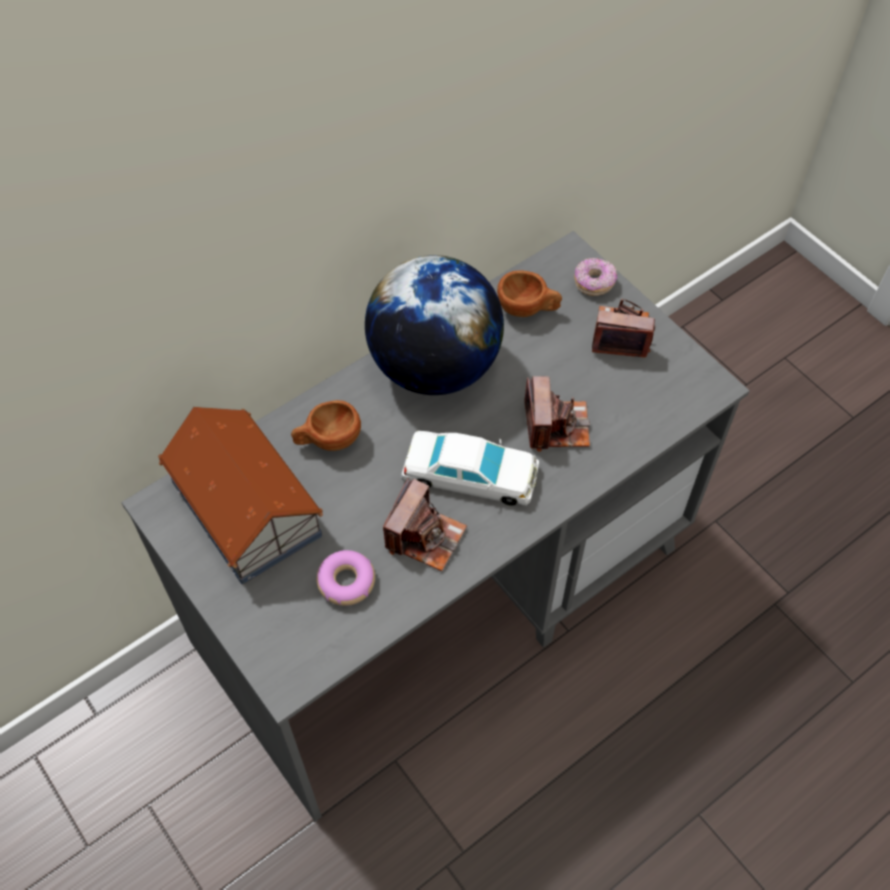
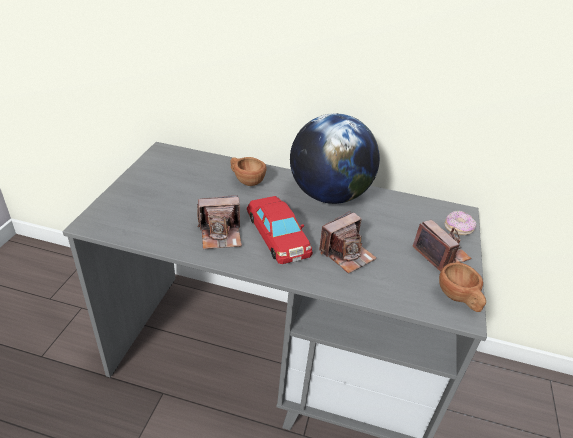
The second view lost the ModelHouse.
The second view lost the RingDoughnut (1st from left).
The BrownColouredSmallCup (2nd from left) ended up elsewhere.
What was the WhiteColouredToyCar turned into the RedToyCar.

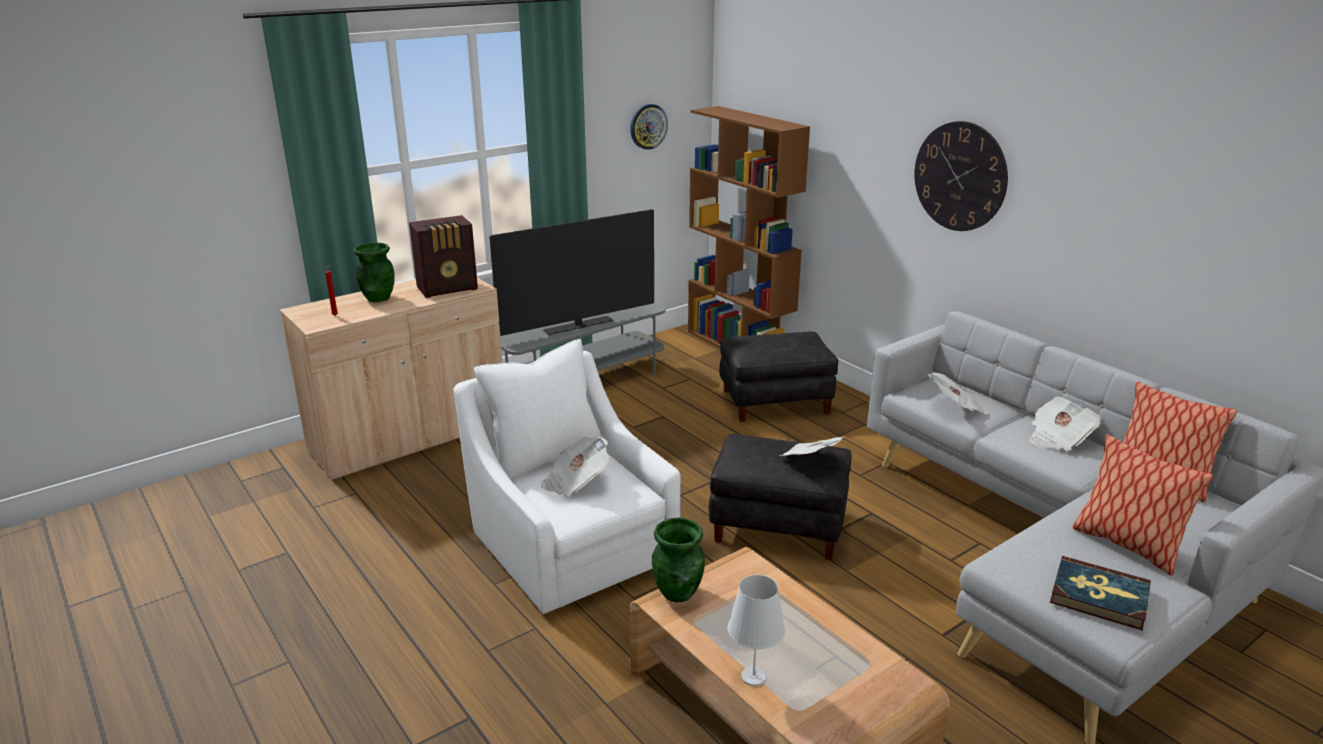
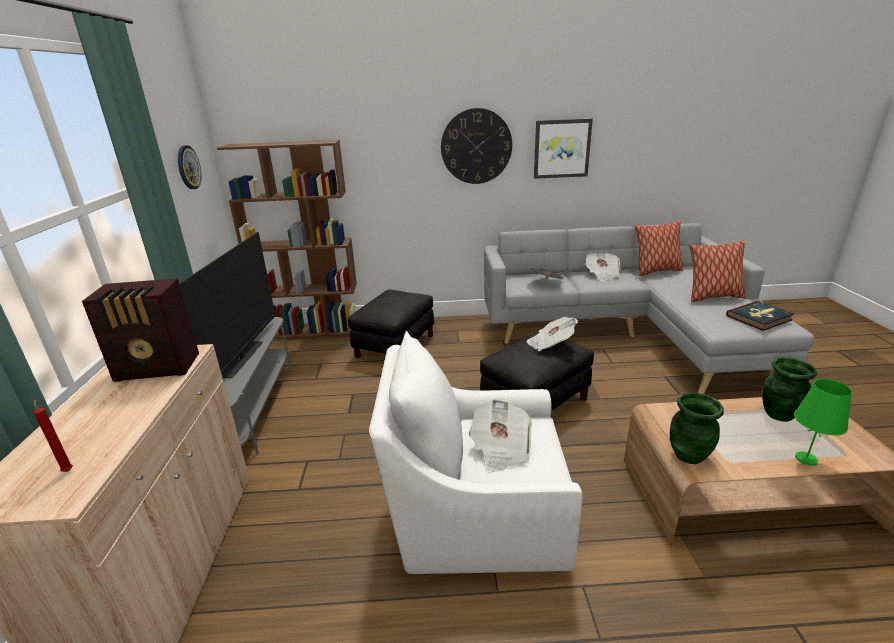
The second view gained the WallArt.
The GreenColouredVase (1st from left in the first image) ended up elsewhere.
What was the WhiteColouredLampForATable turned into the GreenColouredLampForATable.
The RadioSet ended up facing another way, 75 degrees clockwise from before.

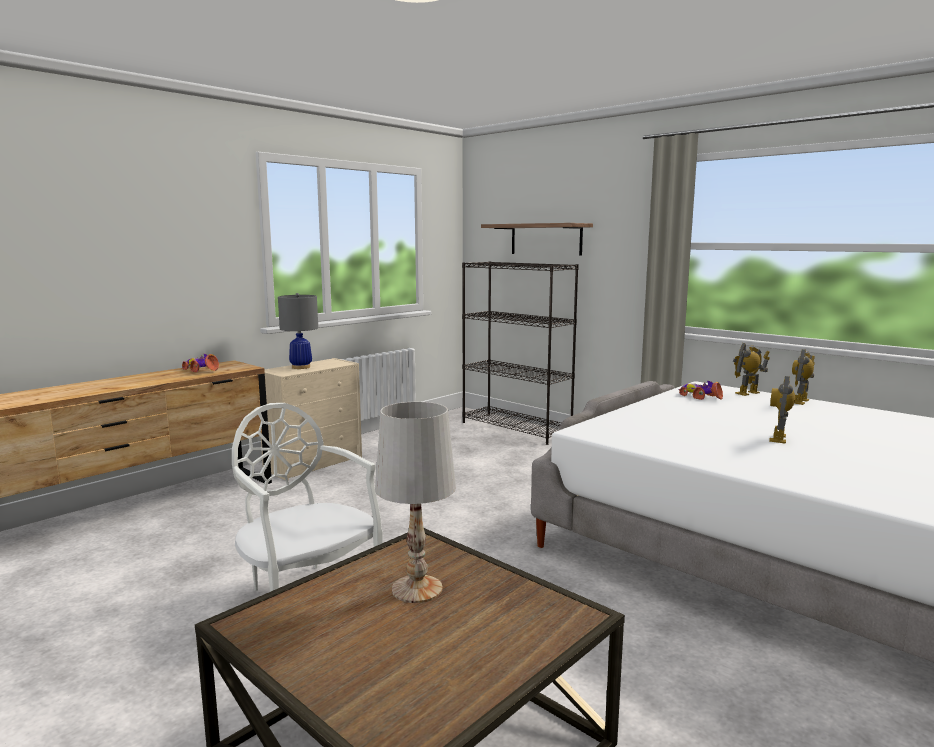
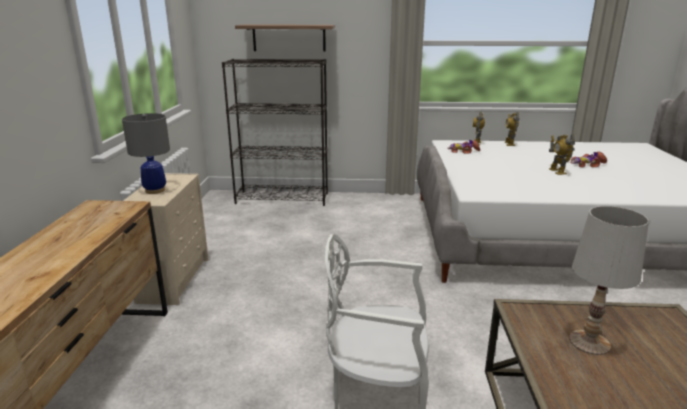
The ToyCar (1st from left in the first image) ended up elsewhere.

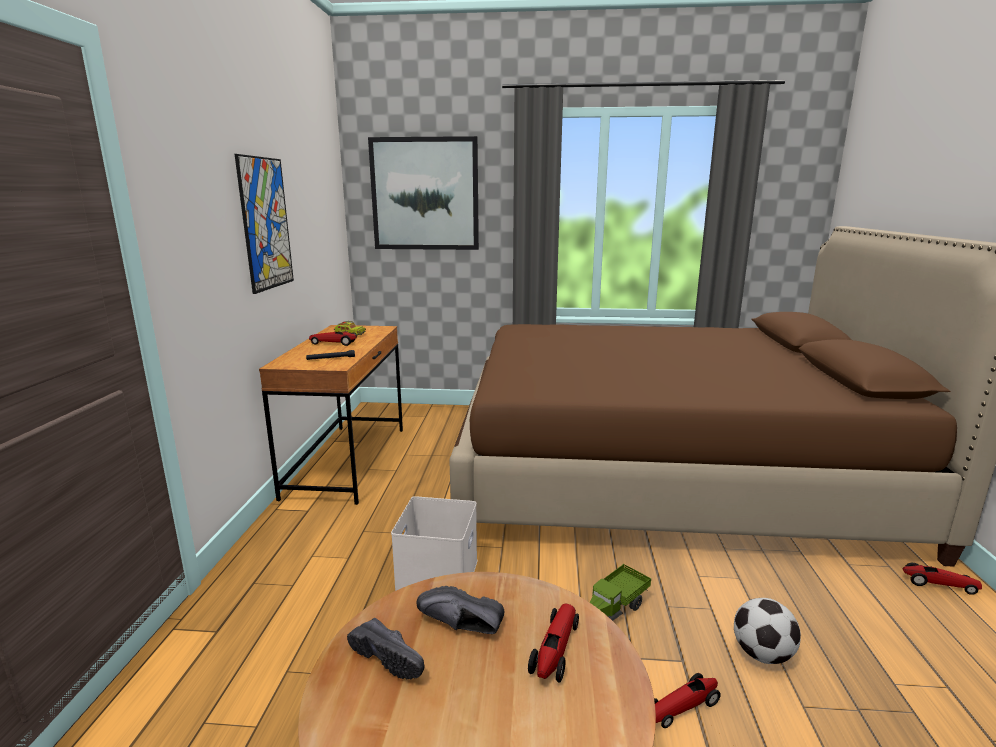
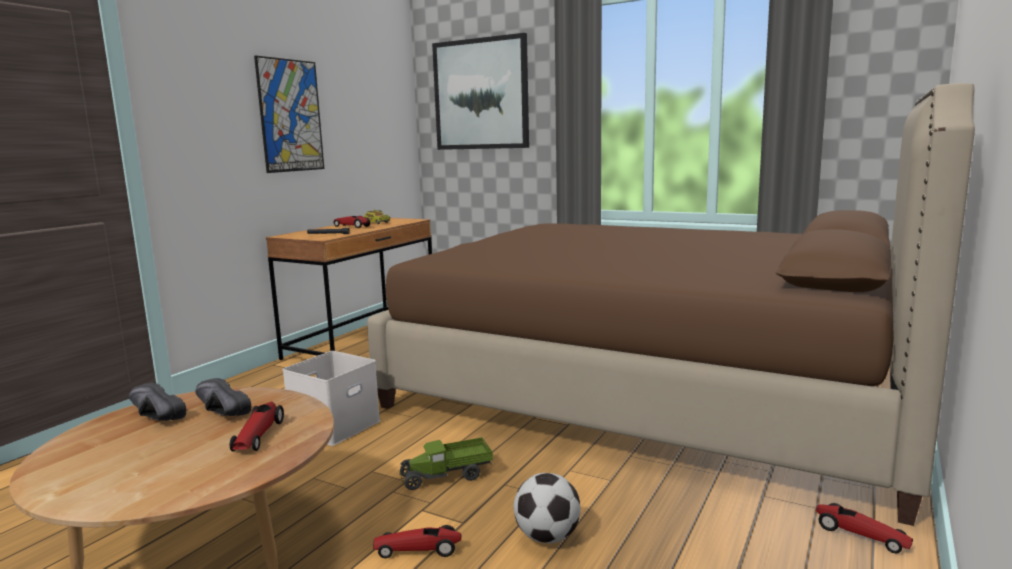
The BlackLowShoe (1st from left) ended up facing another way, 150 degrees clockwise from before.
The ToyCar (2nd from left in the first image) ended up facing another way, 135 degrees clockwise from before.

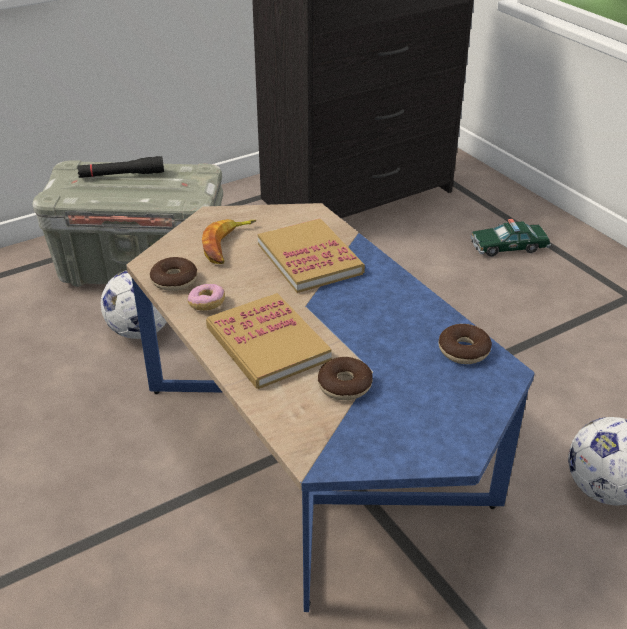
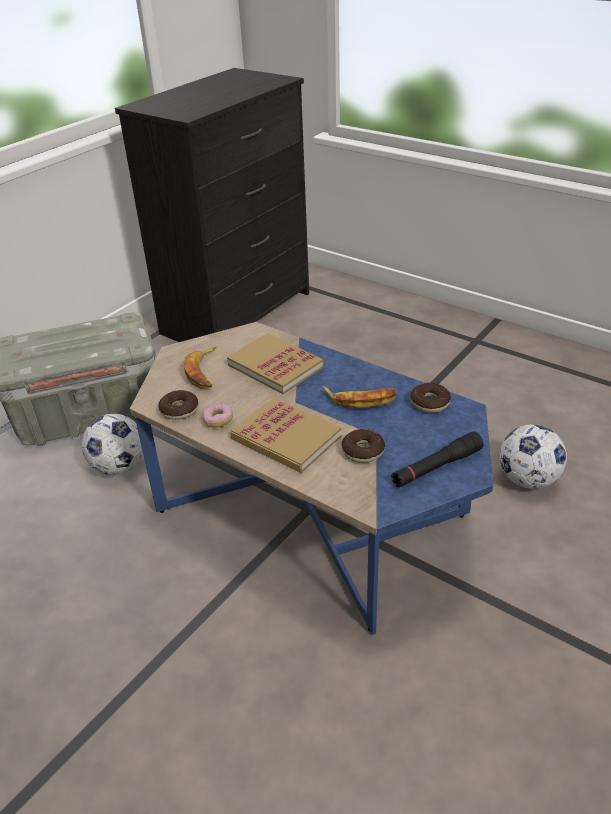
The second view lost the ToyCar.
The second view gained the Banana (2nd from left).
The BlackHandTorch ended up elsewhere.

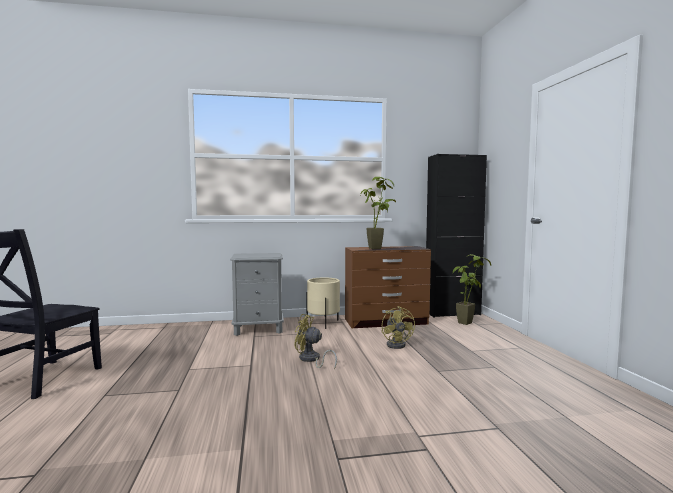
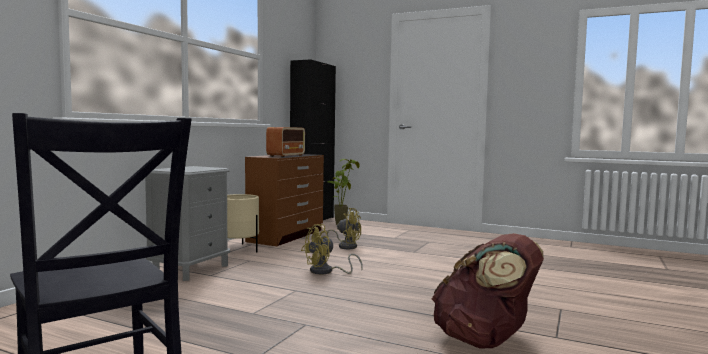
The second view gained the BrownColouredRucksack.
Where the PottedPlant (1st from left) stood, the RadioSet came to stand.

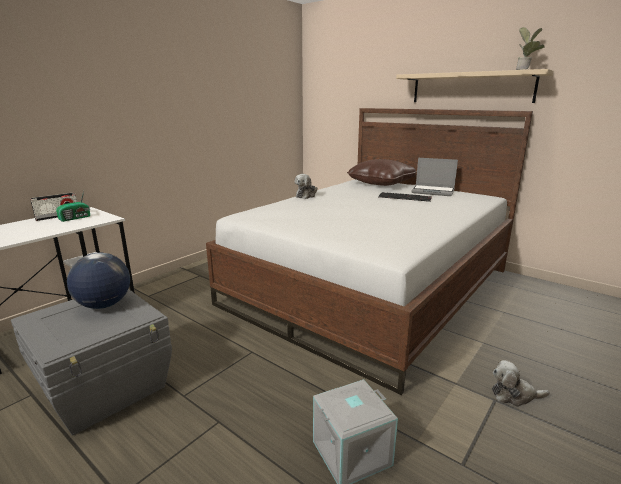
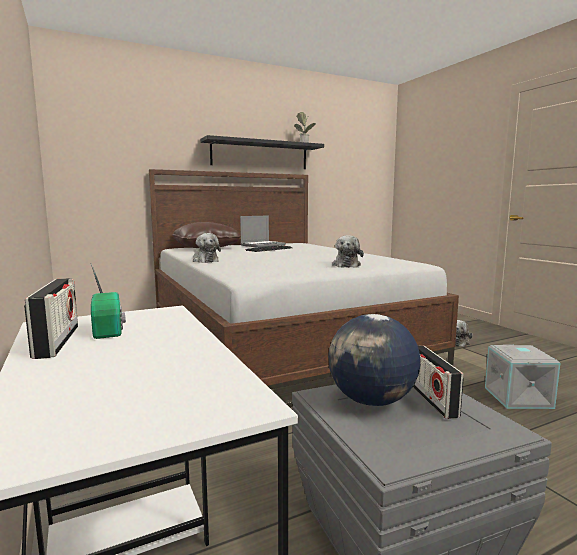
The second view gained the PlushToy (2nd from left).
The second view gained the RadioSet (3rd from left).
What was the BeigeColouredShelf turned into the BlackShelf.

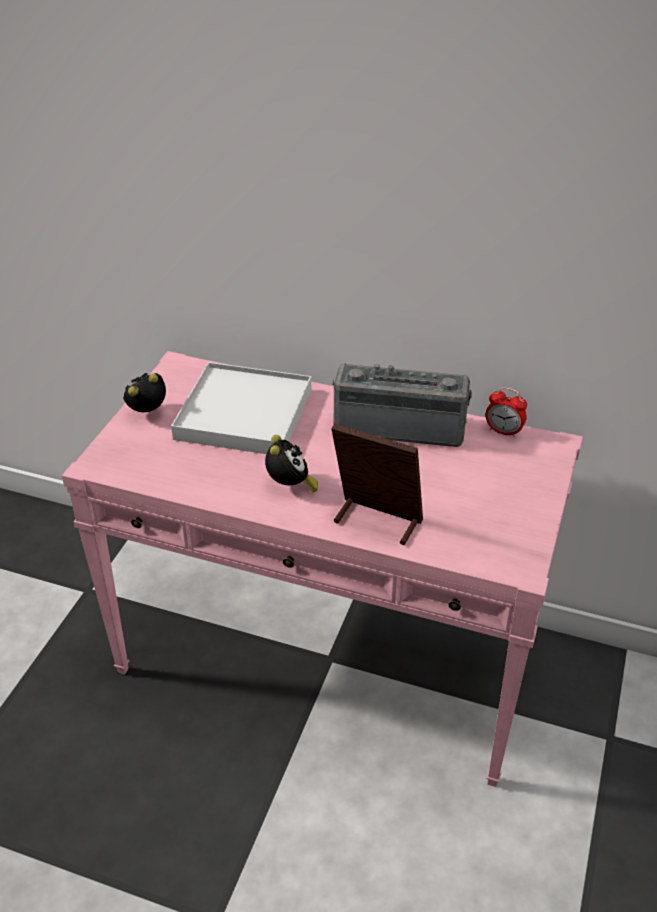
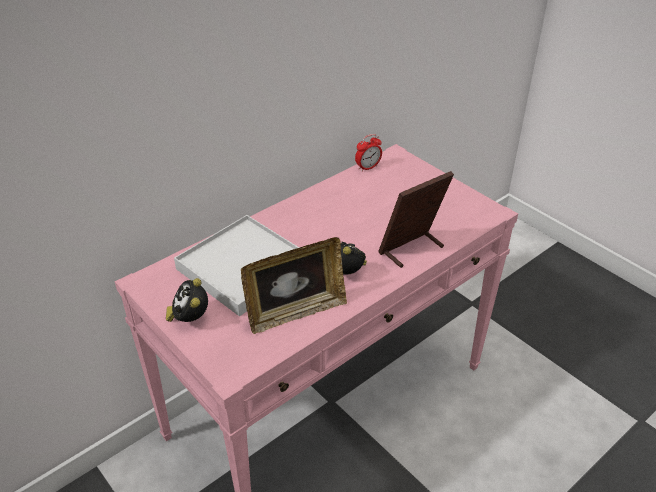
The second view lost the RadioSet.
The second view gained the StandingFrame (1st from left).

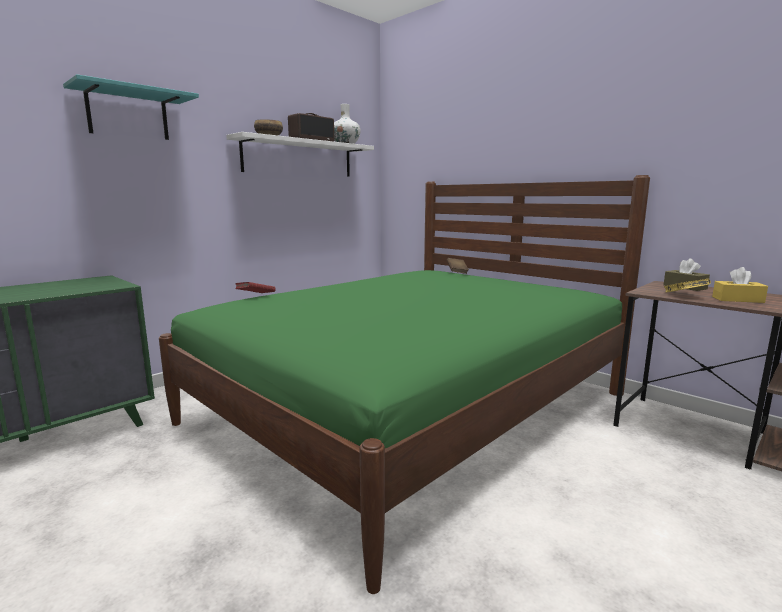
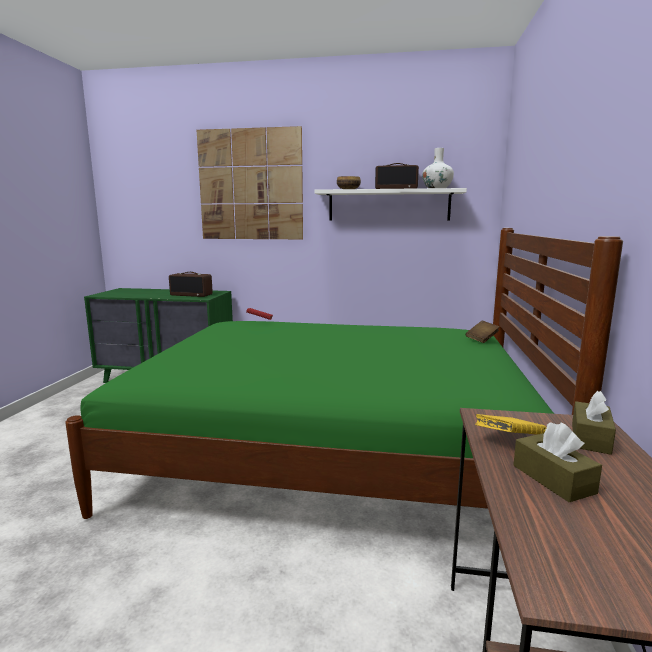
The second view gained the RadioSet (1st from left).
Where the TurquoiseColouredShelf hung, the WallArt came to hang.
What was the YellowBoxOfTissues turned into the BrownColouredBoxOfTissues (1st from left).

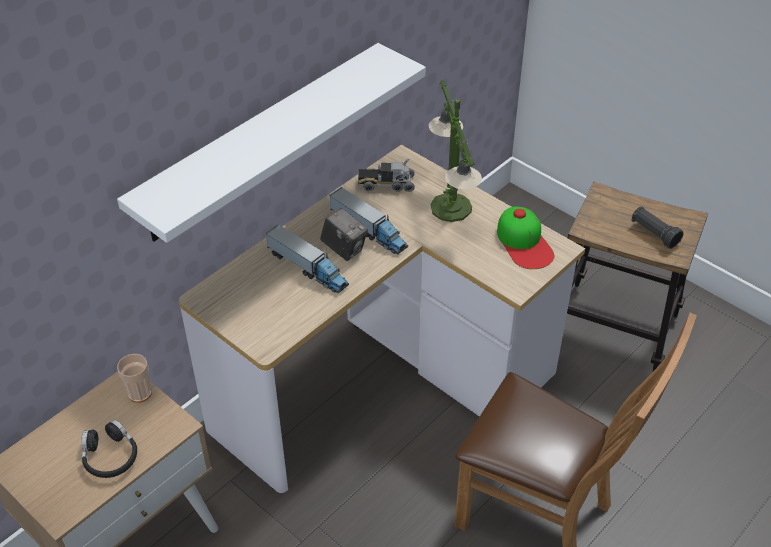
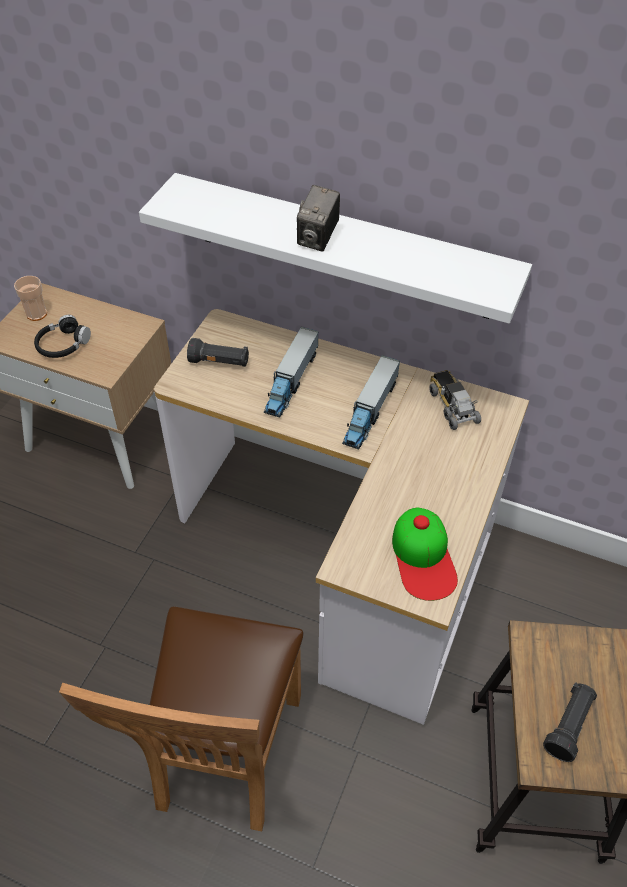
The second view lost the LampForATable.
The second view gained the BlackHandTorch (1st from left).
The SmallCup ended up elsewhere.
The PhotoCamera ended up elsewhere.
The Cap ended up facing another way, 60 degrees counterclockwise from before.

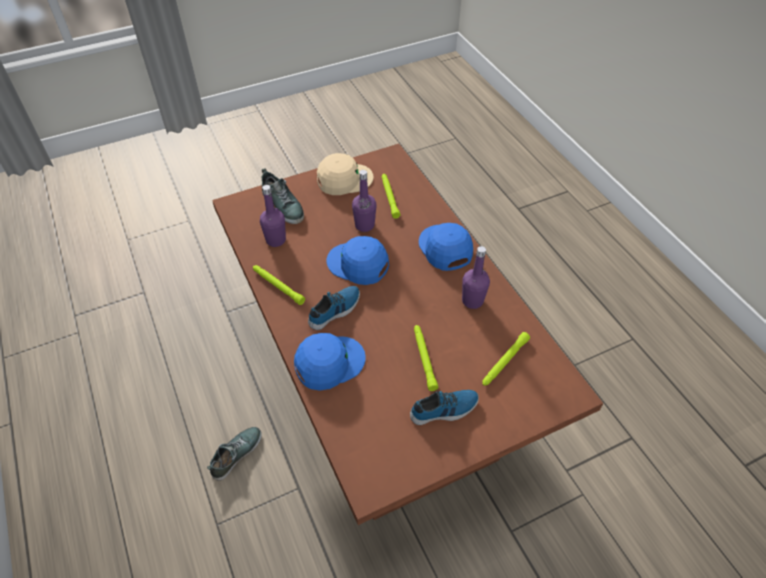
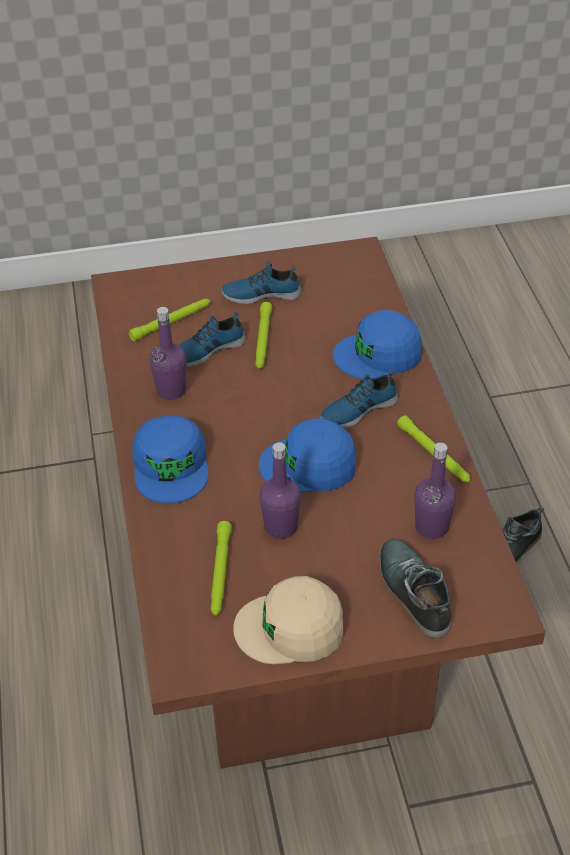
The second view gained the LowShoe (1st from left).
The BluishCap (2nd from left) ended up facing another way, 135 degrees clockwise from before.

